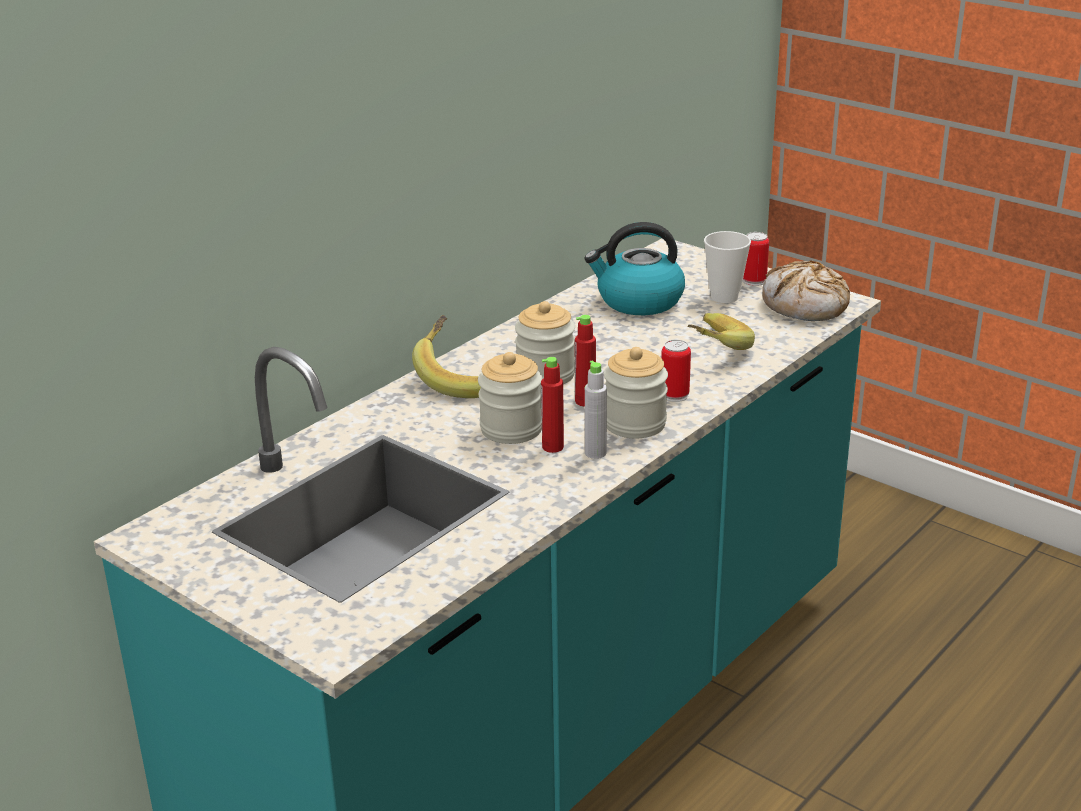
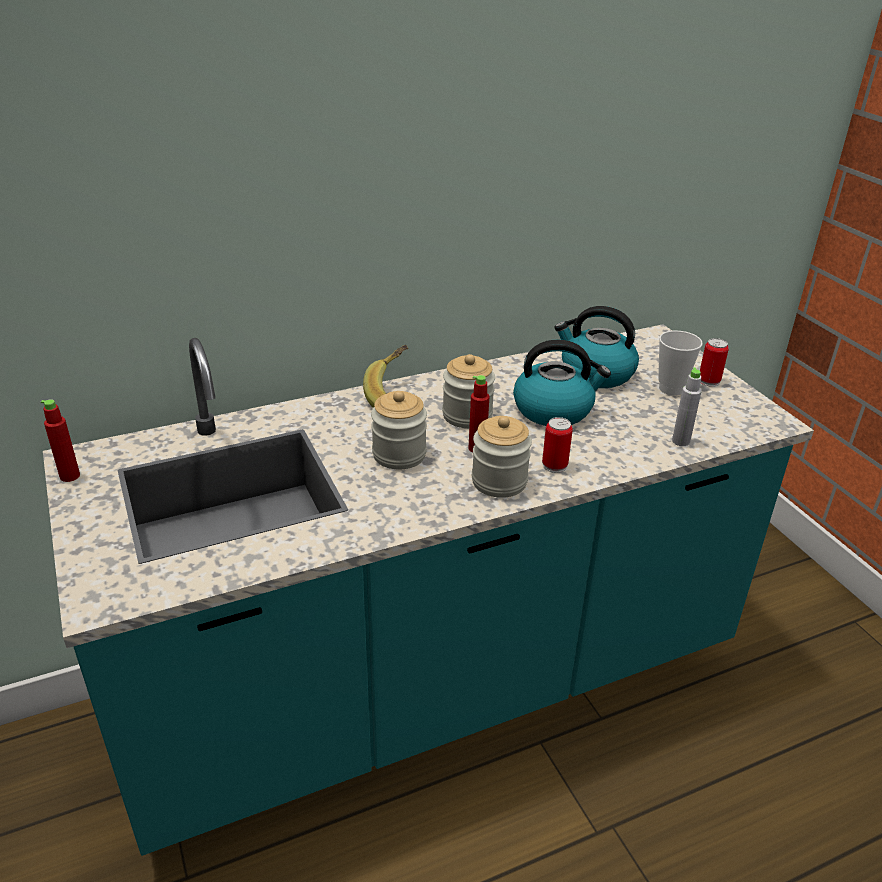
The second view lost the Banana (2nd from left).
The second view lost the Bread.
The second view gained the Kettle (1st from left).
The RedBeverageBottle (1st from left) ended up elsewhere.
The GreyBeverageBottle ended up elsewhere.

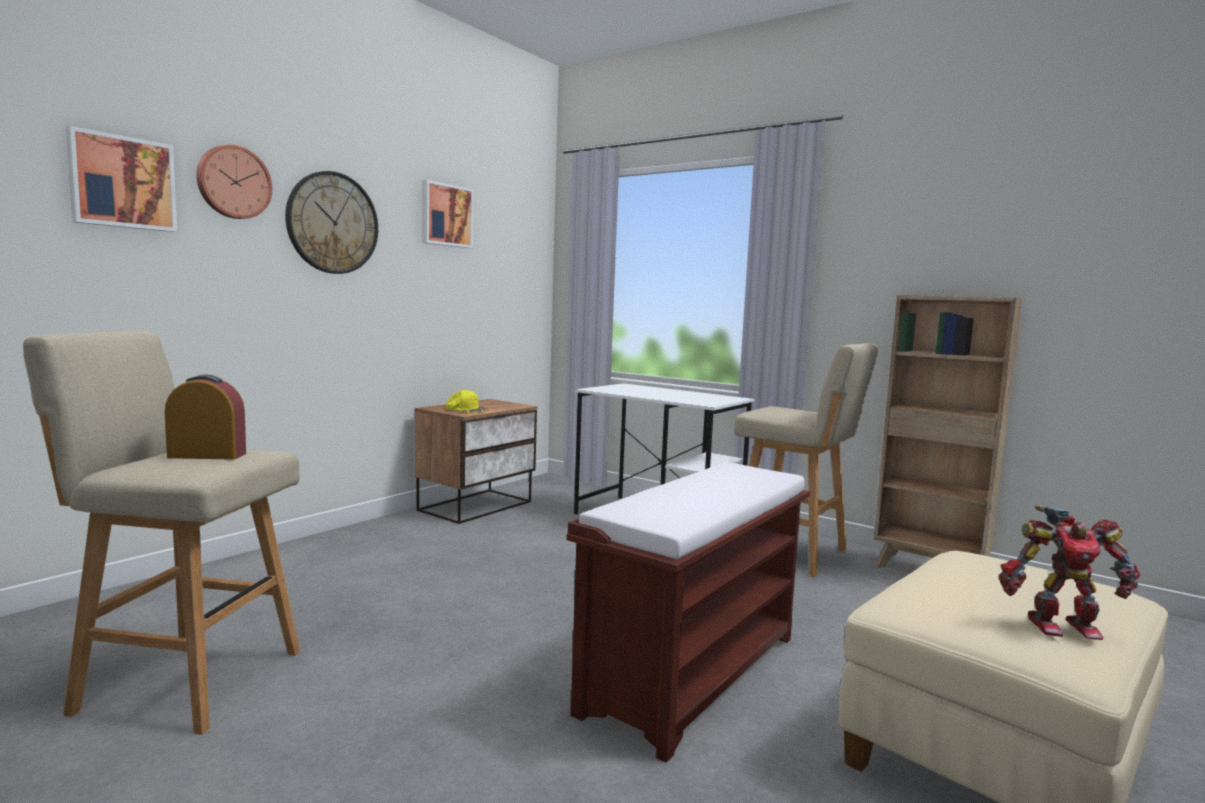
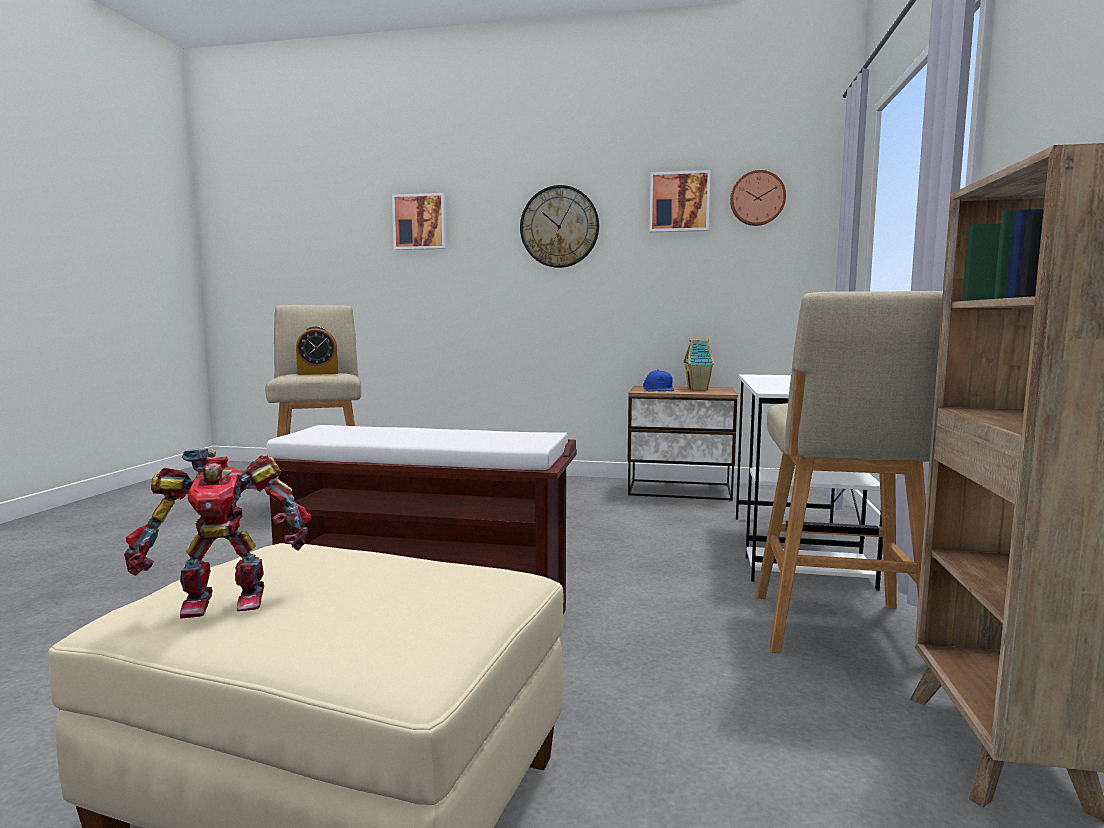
The second view gained the ModelHouse.
The HangingClock (1st from left in the first image) ended up elsewhere.
What was the YellowCap turned into the BluishCap.
The BedsideClock ended up facing another way, 105 degrees clockwise from before.
The ModelRobot ended up facing another way, 90 degrees counterclockwise from before.

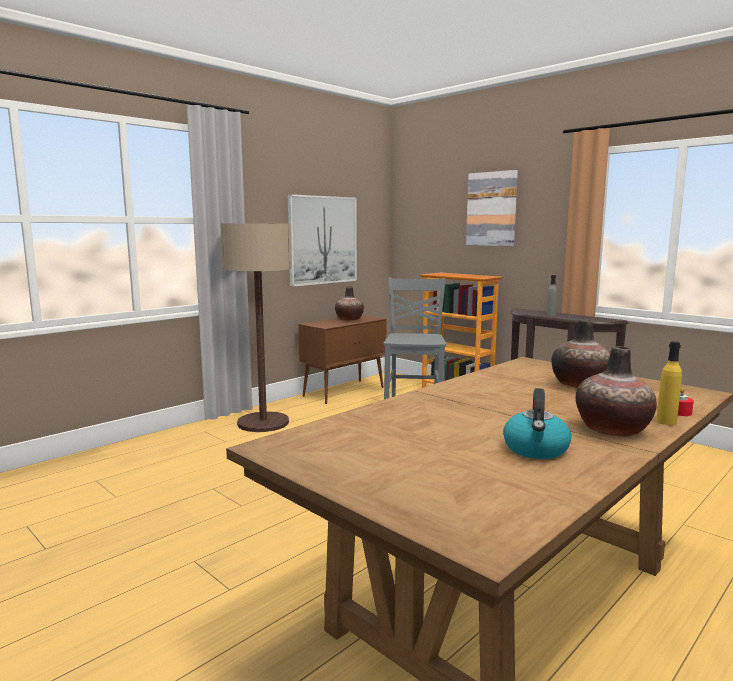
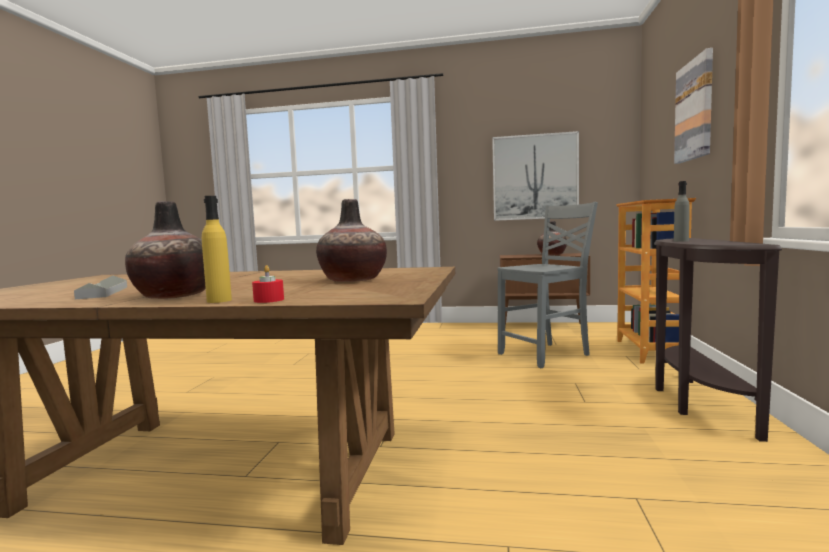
The second view lost the StandardLamp.
Where the Kettle stood, the GreyCarryingTray came to stand.

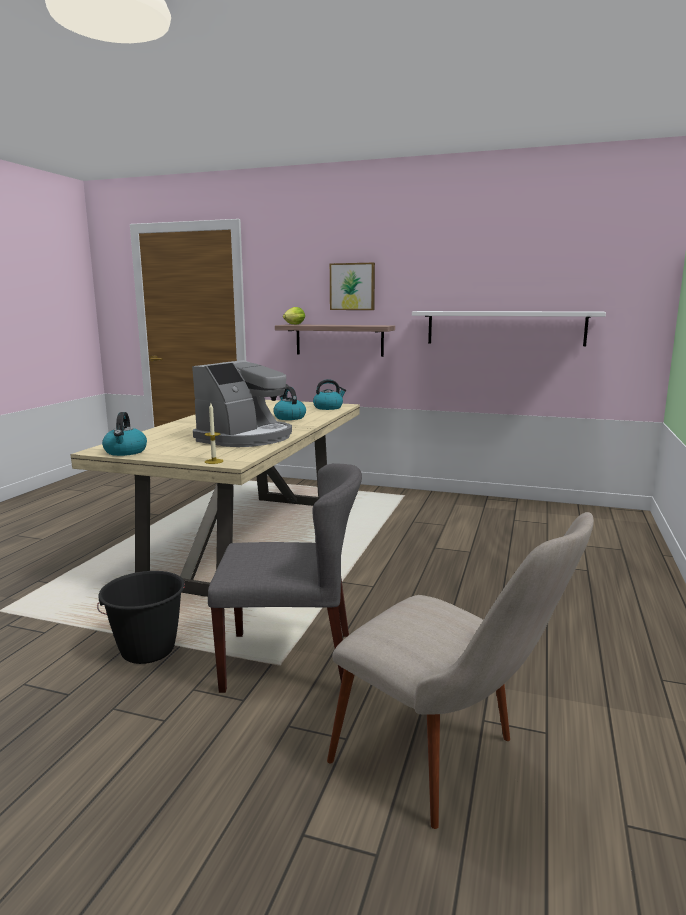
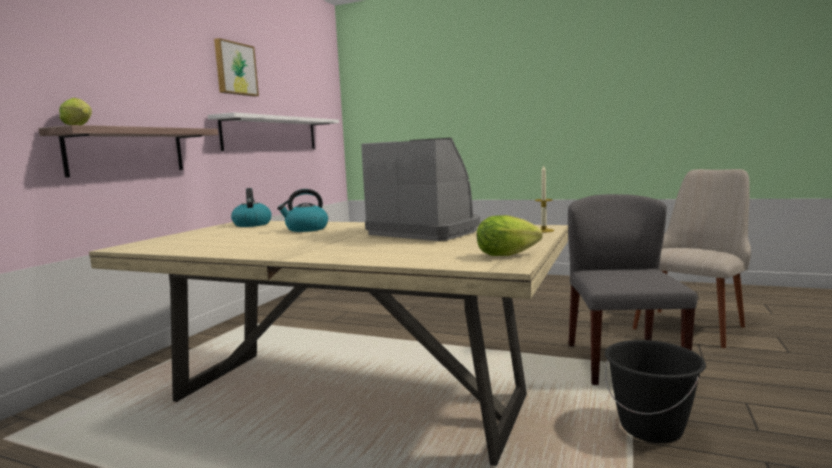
The WallArt ended up elsewhere.
Where the Kettle (1st from left) stood, the LettuceHead (2nd from left) came to stand.

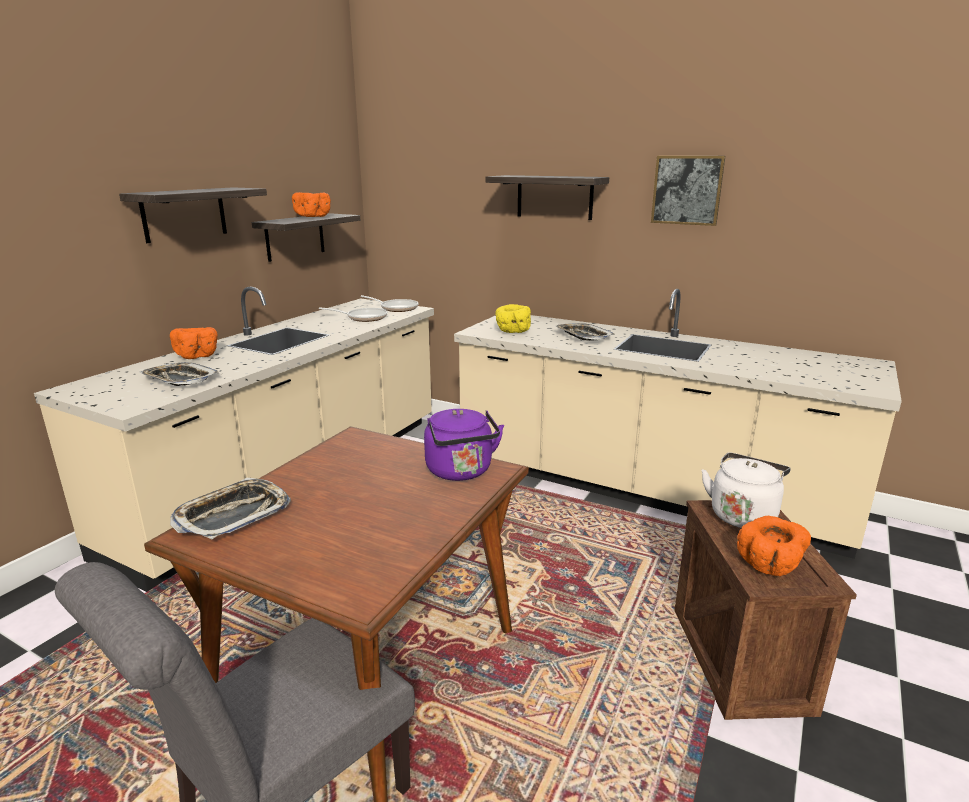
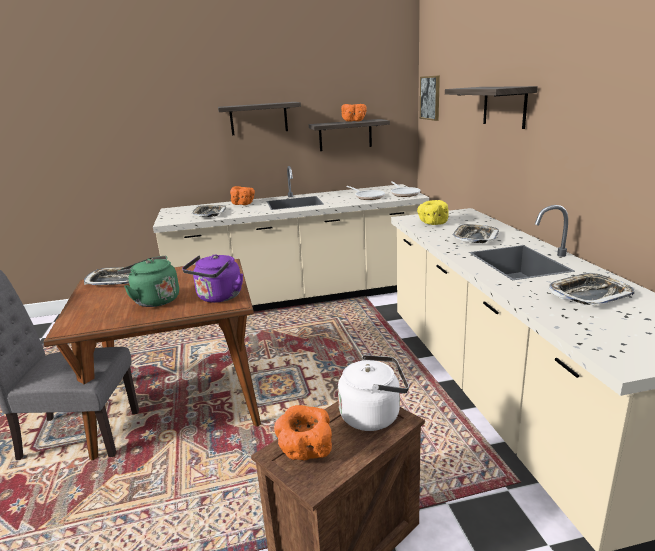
The second view gained the GreenColouredKettle.
The second view gained the CarryingTray (4th from left).
The WallArt ended up elsewhere.

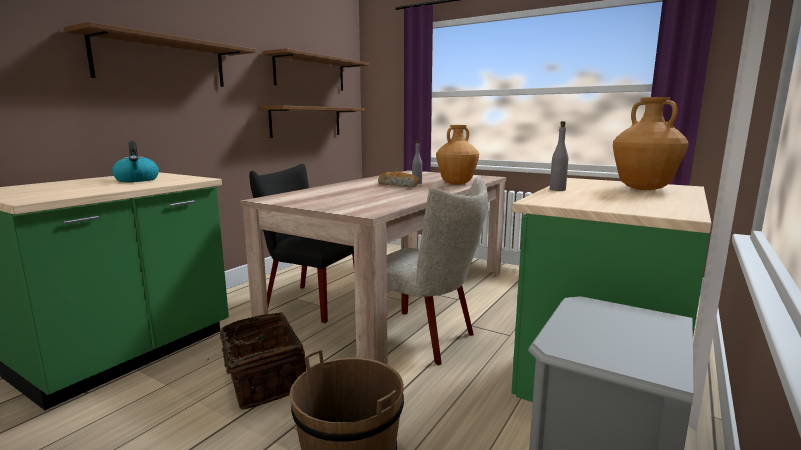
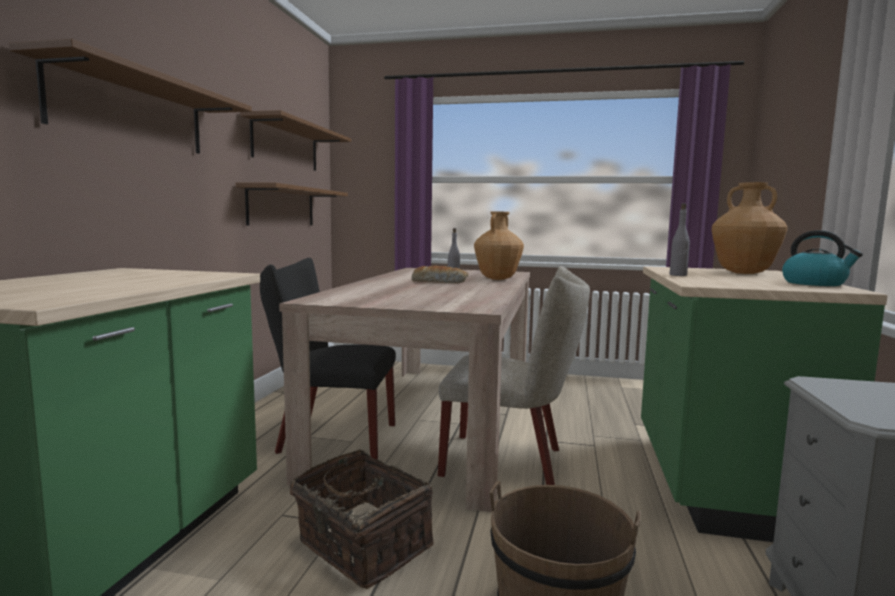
The Kettle ended up elsewhere.

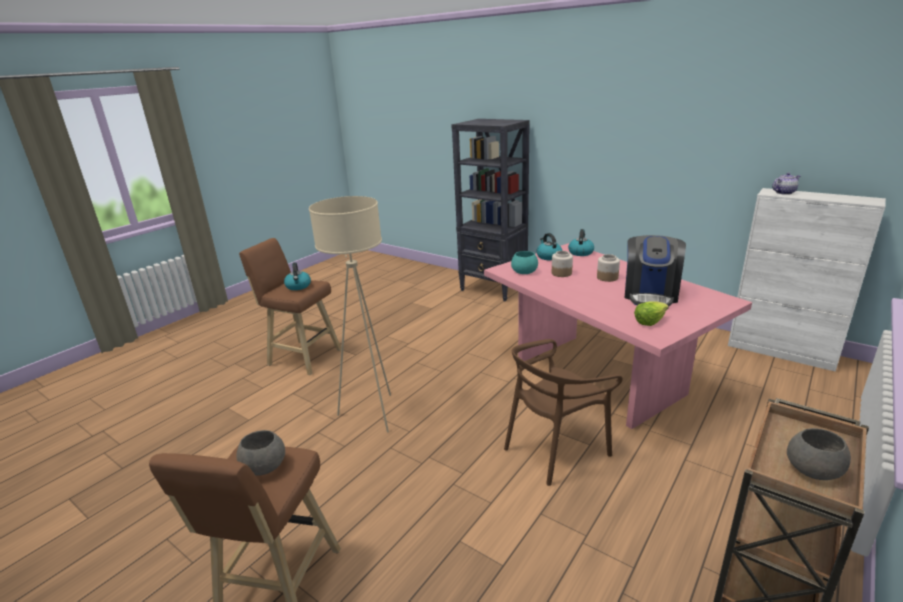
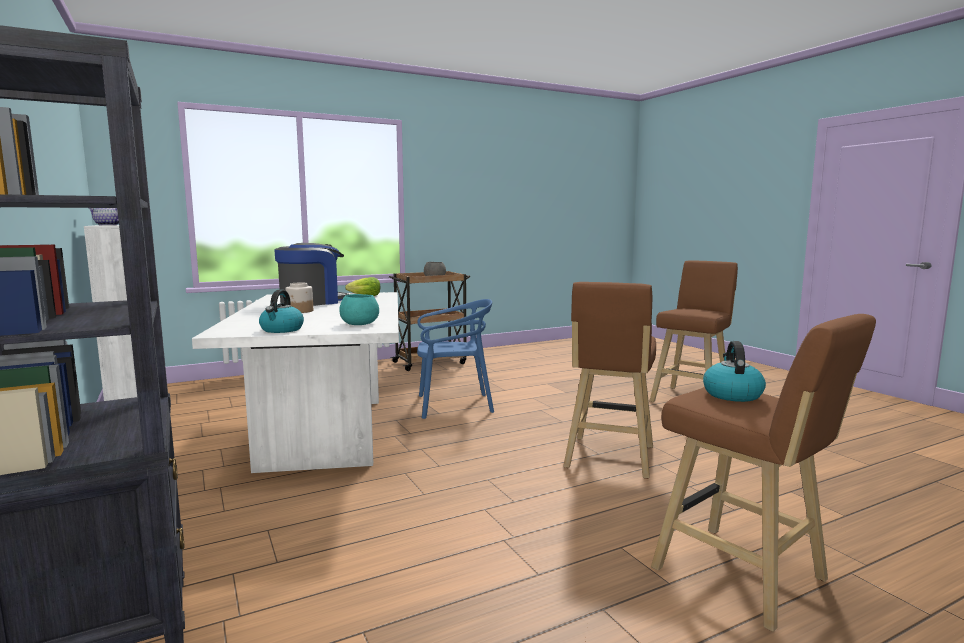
The second view lost the GreyServingBowl (1st from left).
The second view lost the PreserveJar (1st from left).
The second view lost the Kettle (3rd from left).
Where the BeigeColouredStandardLamp stood, the BrownColouredSittingStool (1st from left) came to stand.
What was the PinkColouredDinnerTable turned into the WhiteColouredDinnerTable.
What was the BrownColouredChair turned into the BluishChair.

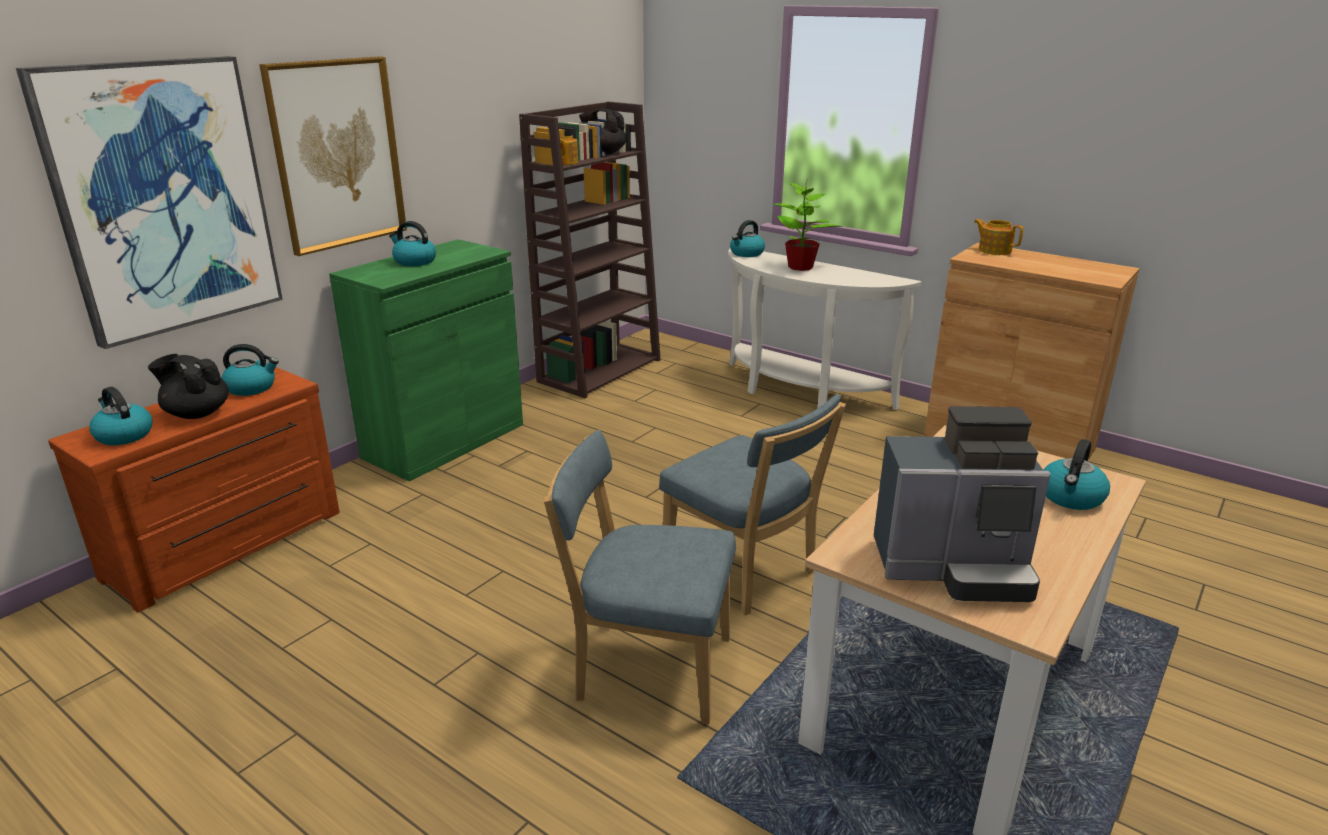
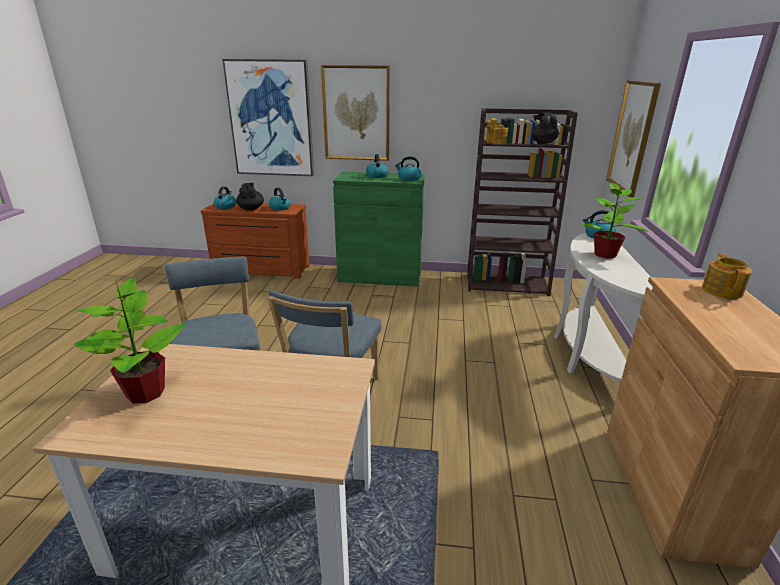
The second view gained the WallArt (3rd from left).
The Kettle (5th from left in the first image) ended up elsewhere.
Where the CoffeeMaker stood, the PottedPlant (1st from left) came to stand.

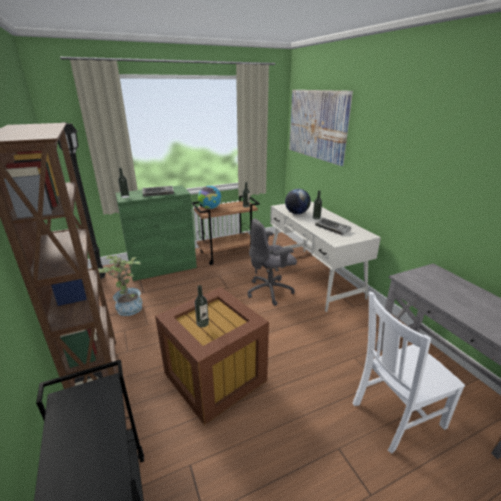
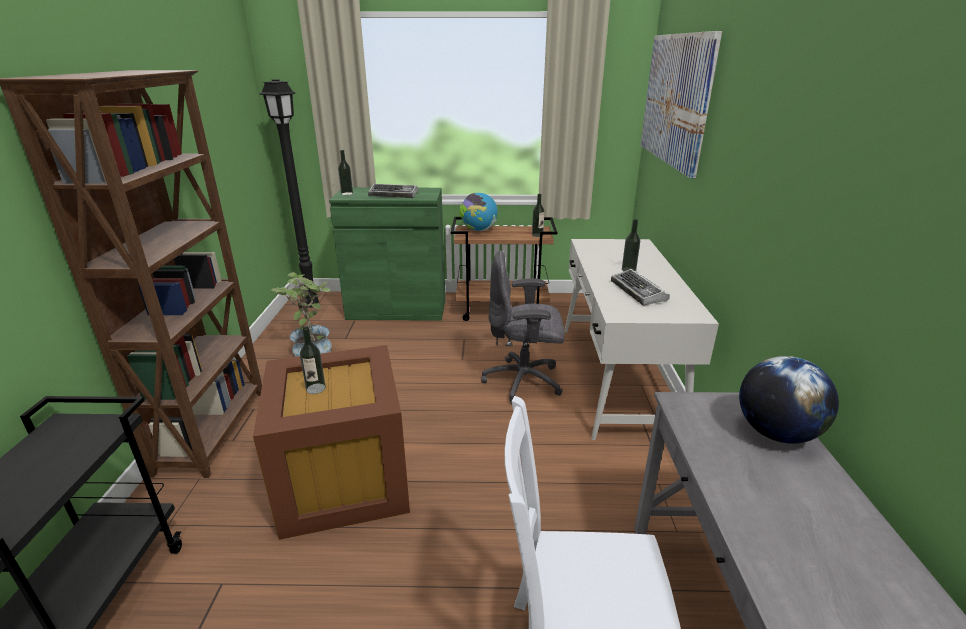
The WorldGlobe (2nd from left) ended up elsewhere.

